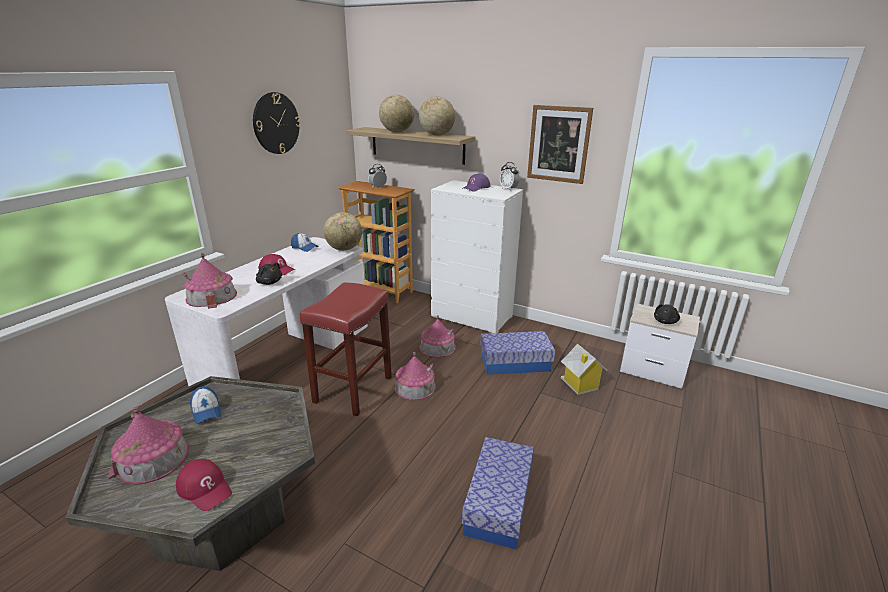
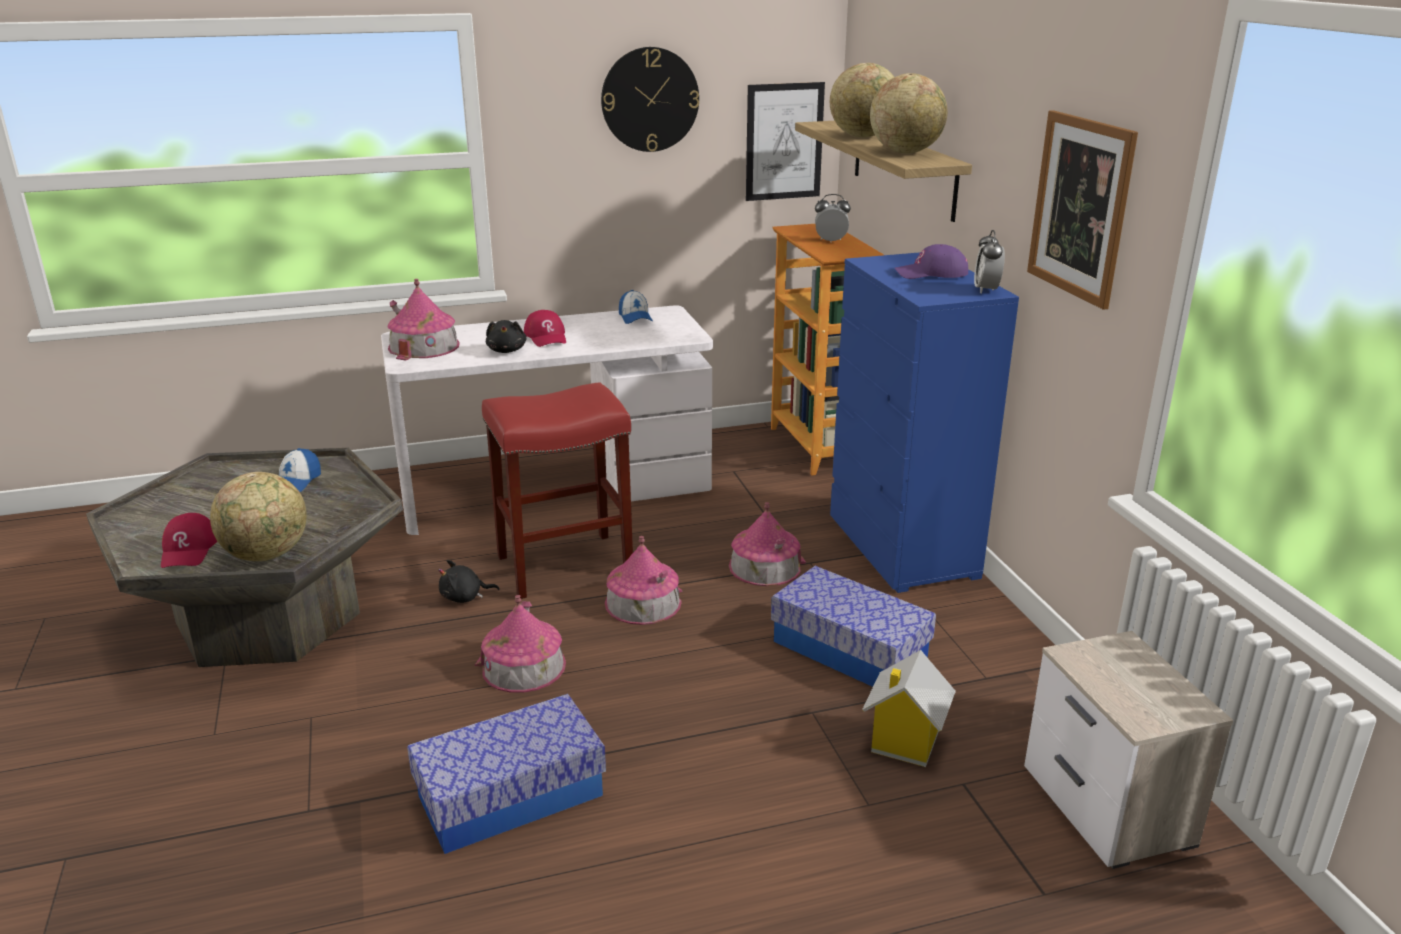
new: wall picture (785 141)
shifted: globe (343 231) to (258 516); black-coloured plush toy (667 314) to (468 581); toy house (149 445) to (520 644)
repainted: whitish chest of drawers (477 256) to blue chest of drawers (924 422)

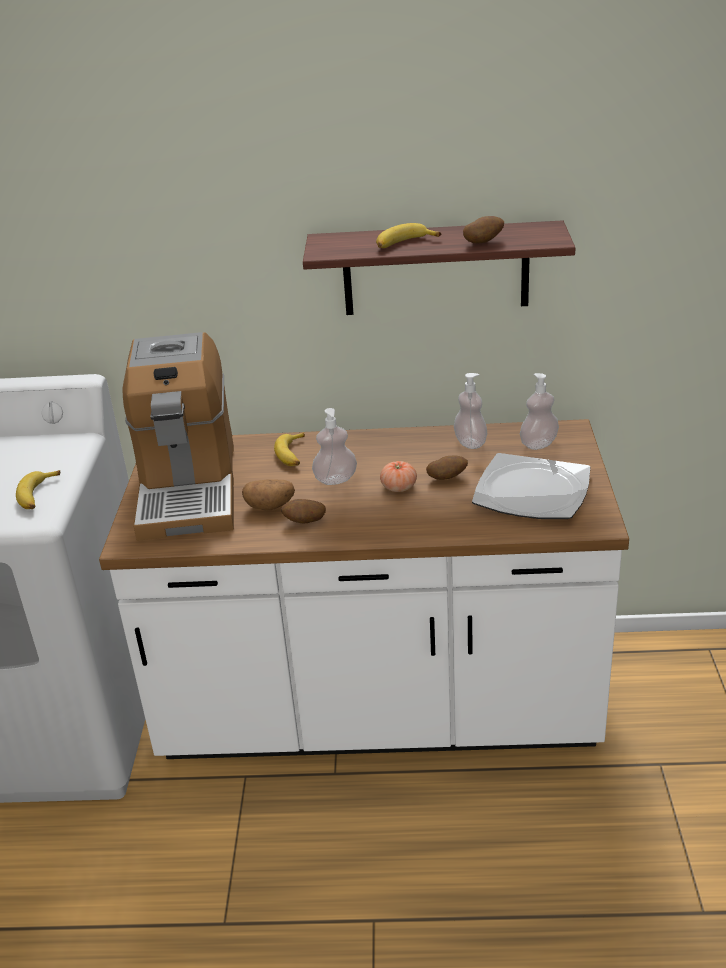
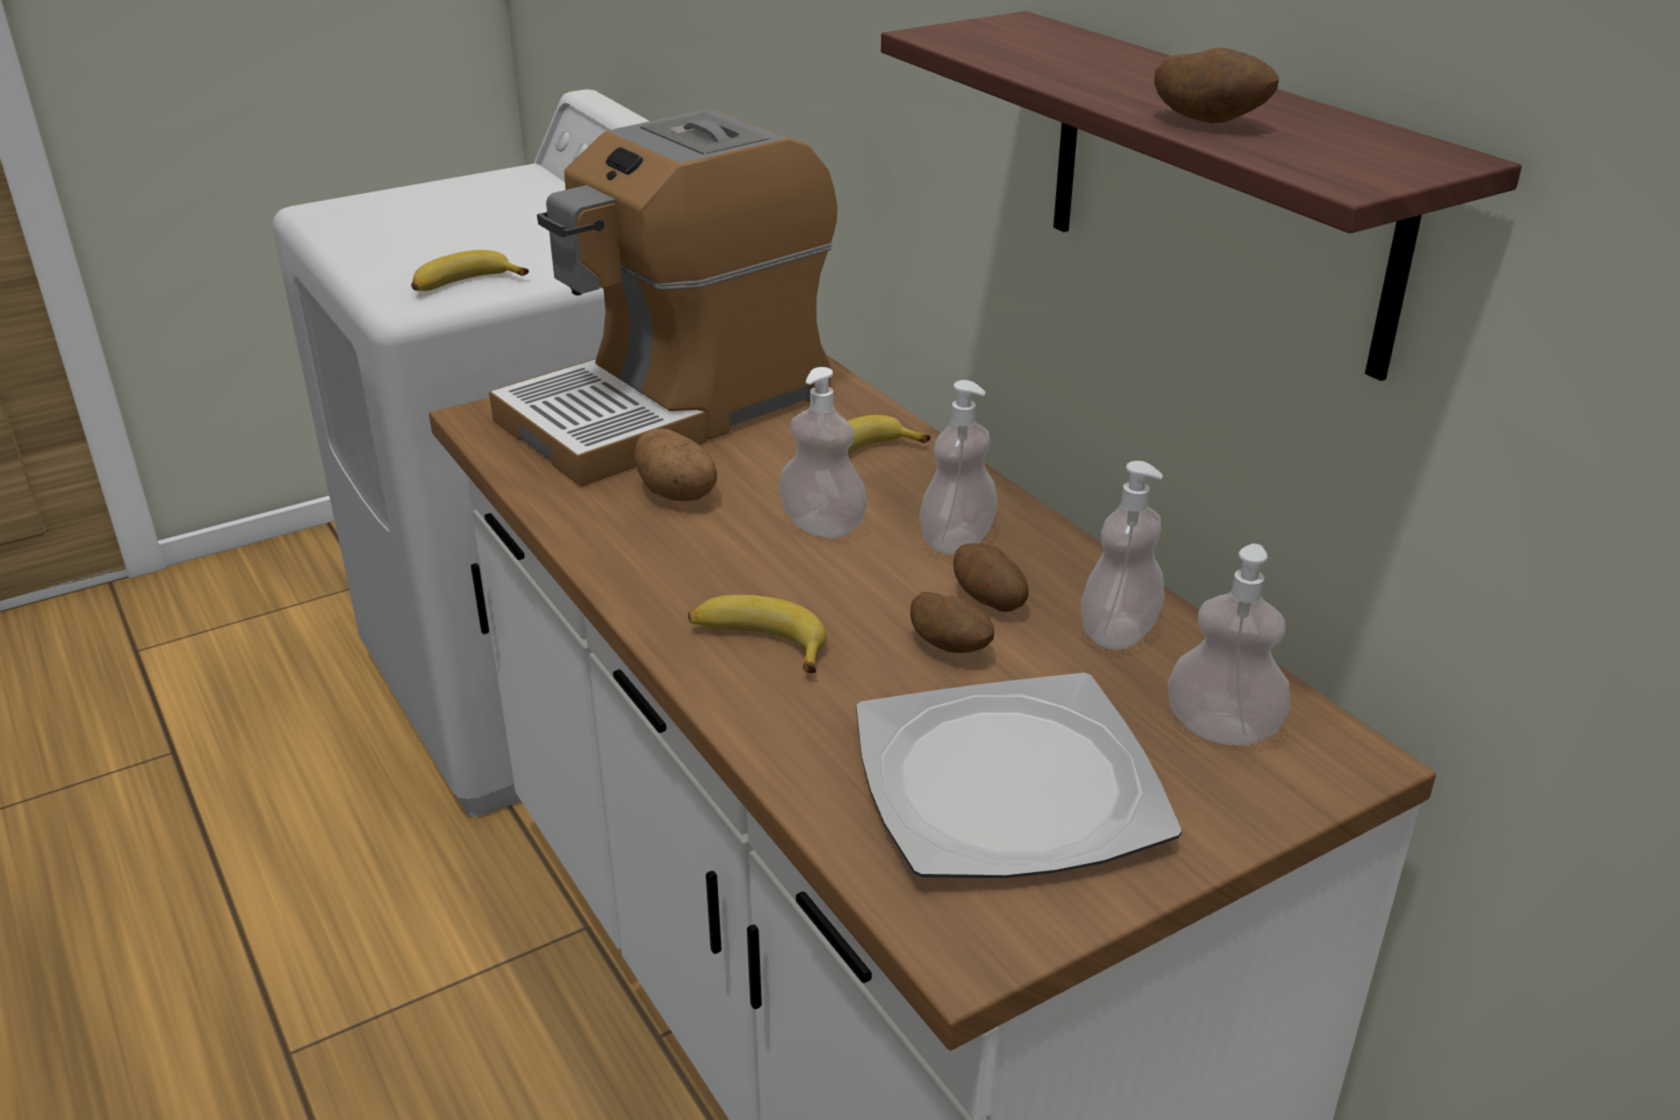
gone: fresh tomato (398 476)
new: liquid soap bottle (958 467)
shifted: banana fruit (408 235) to (757 634); whole potato (303 511) to (991 577)

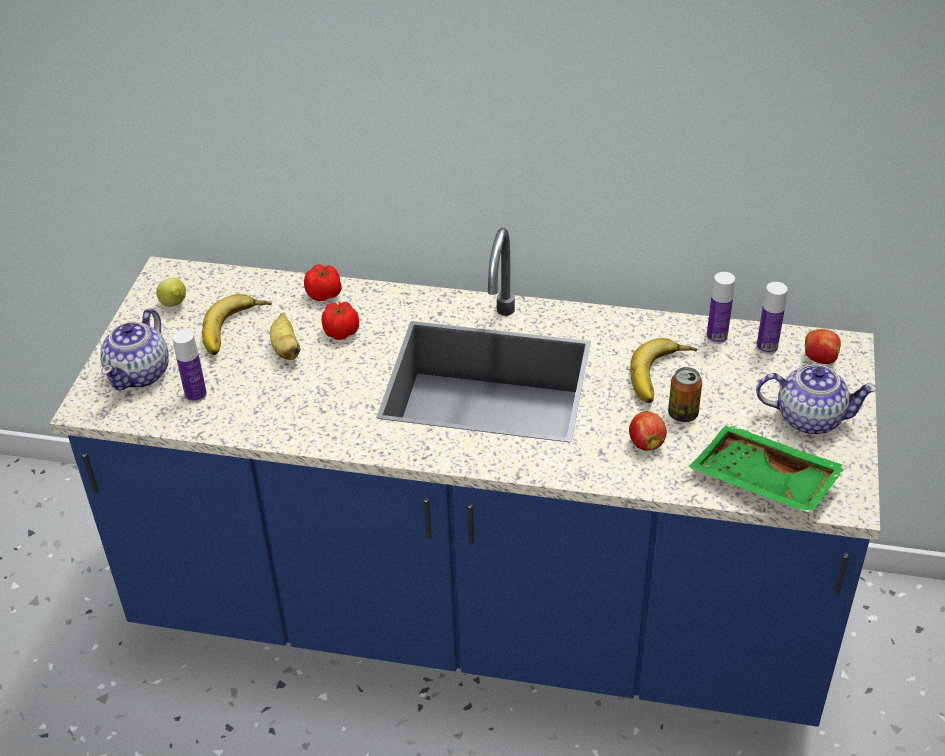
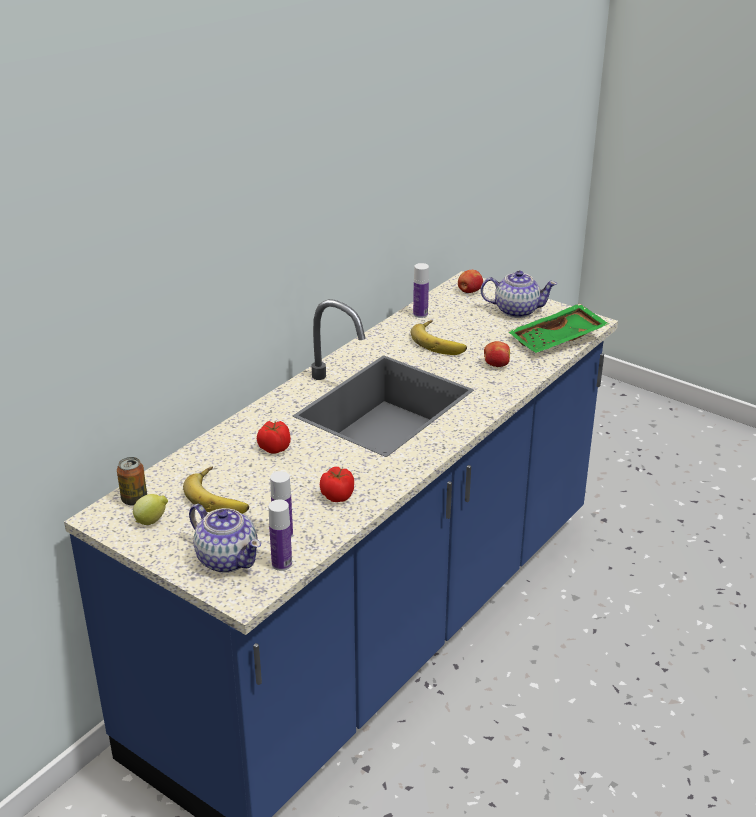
gone: banana fruit (285 336)
shifted: sealed can (685 394) to (132 481); beverage bottle (772 318) to (280 535); fresh tomato (323 283) to (337 484)
rotated: teapot (816 399) = (518 294) 60 degrees clockwise

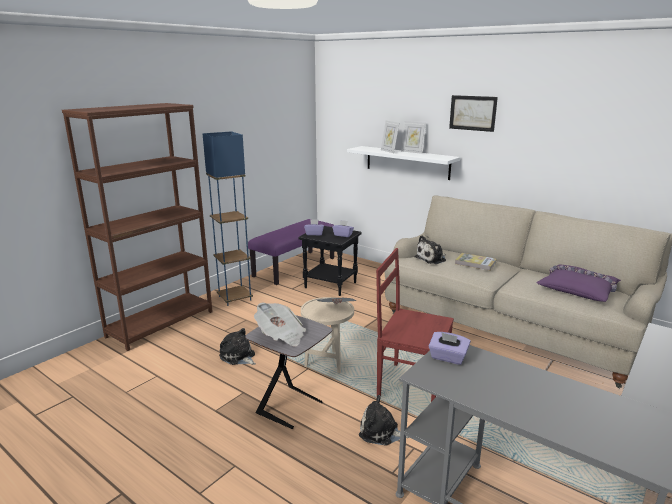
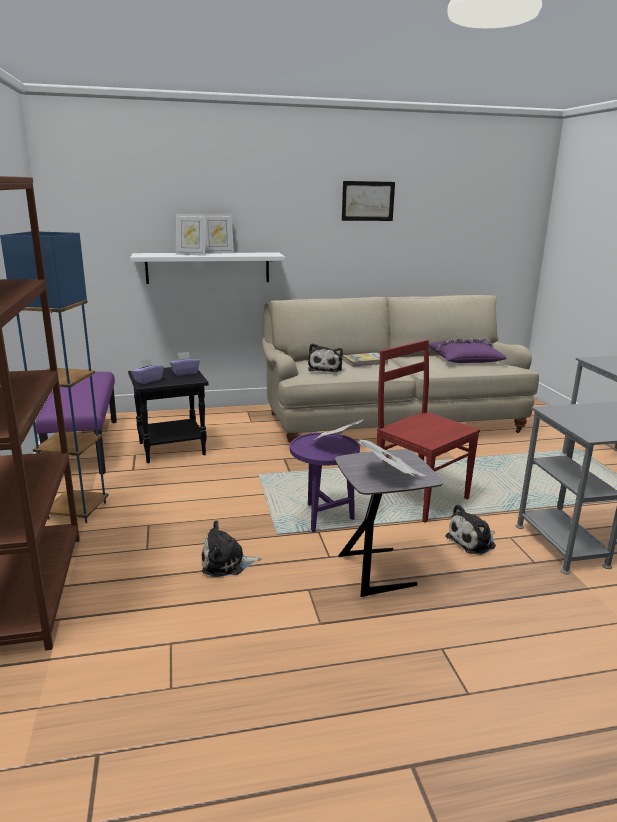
gone: purple tissue box (450 348)
shifted: wall picture (473 113) to (368 201)
repainted: beige side table (327 335) to purple side table (325 482)
rotated: reddish plain chair (415 325) = (428 431) 75 degrees clockwise

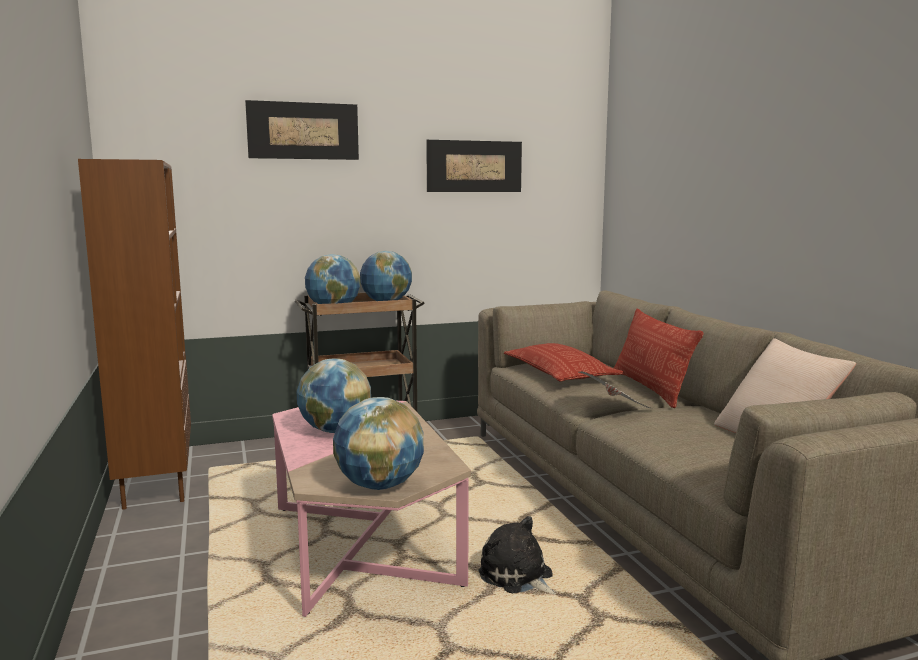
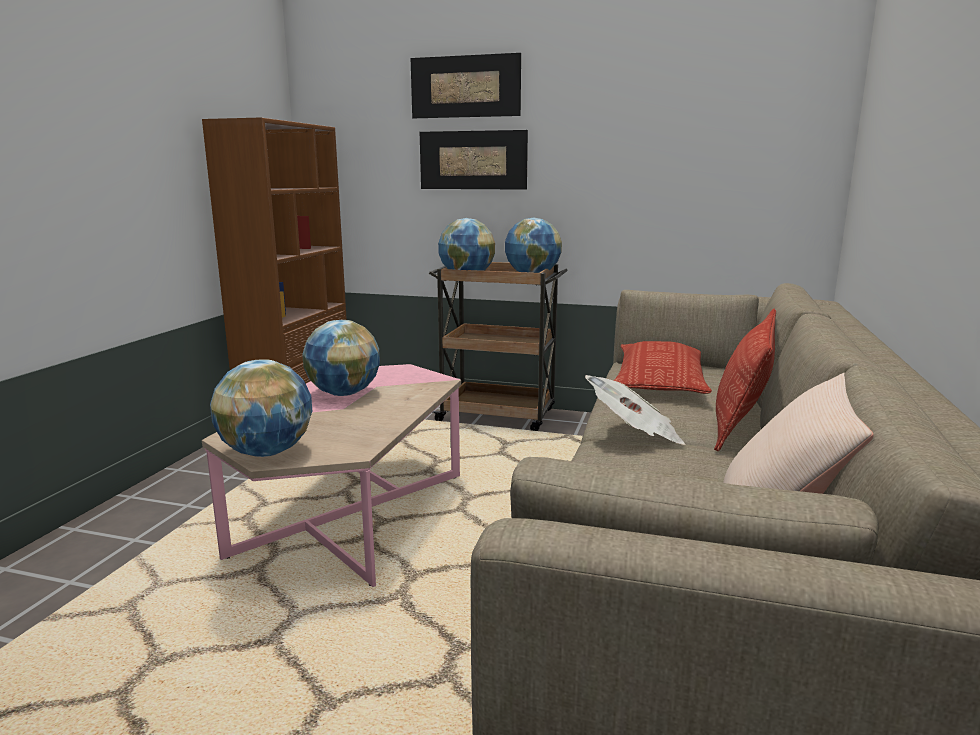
gone: plush toy (517 555)
shifted: wall picture (474 166) to (474 160)

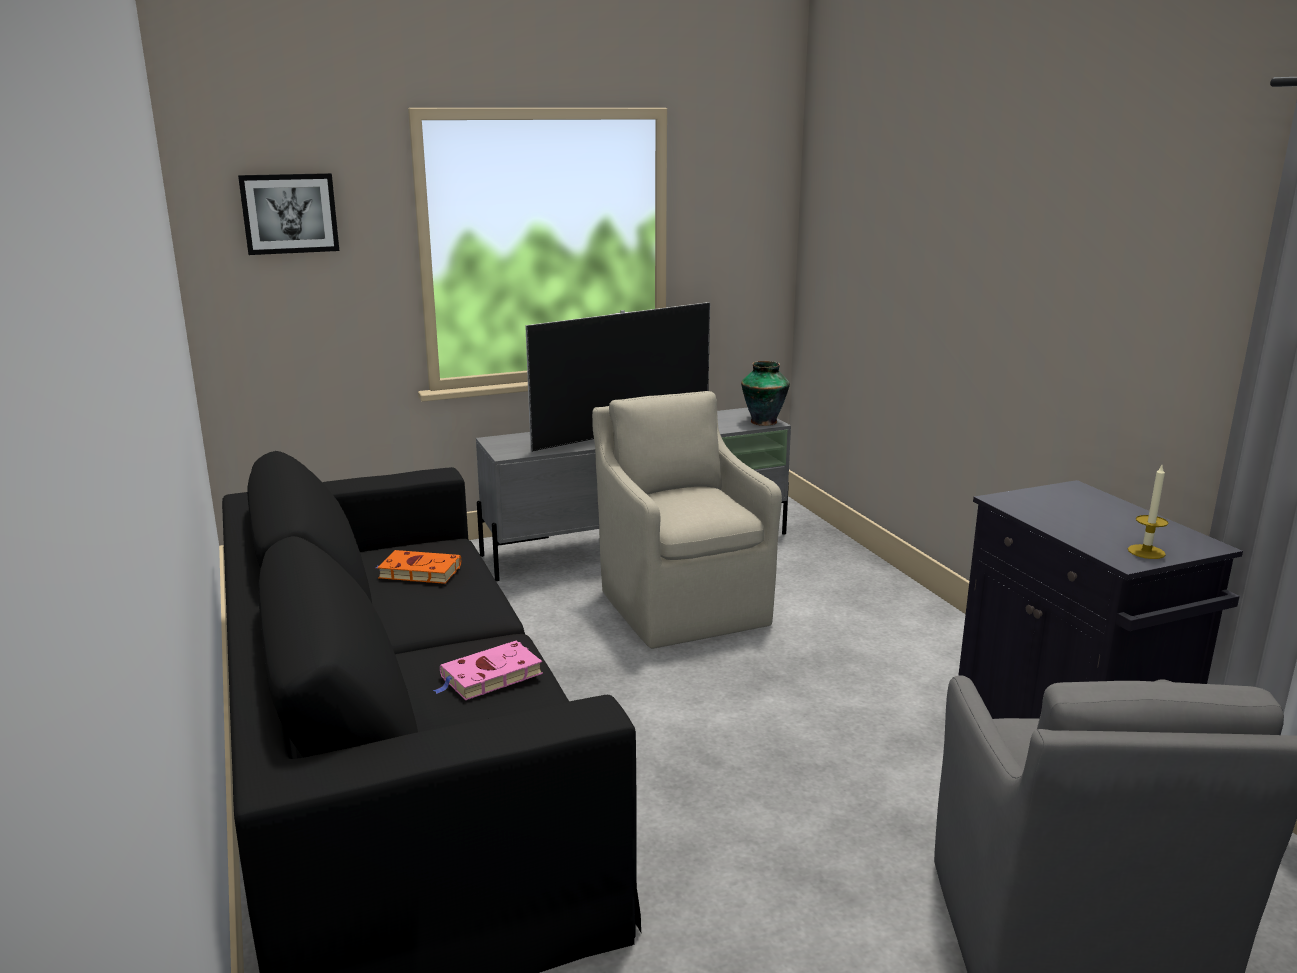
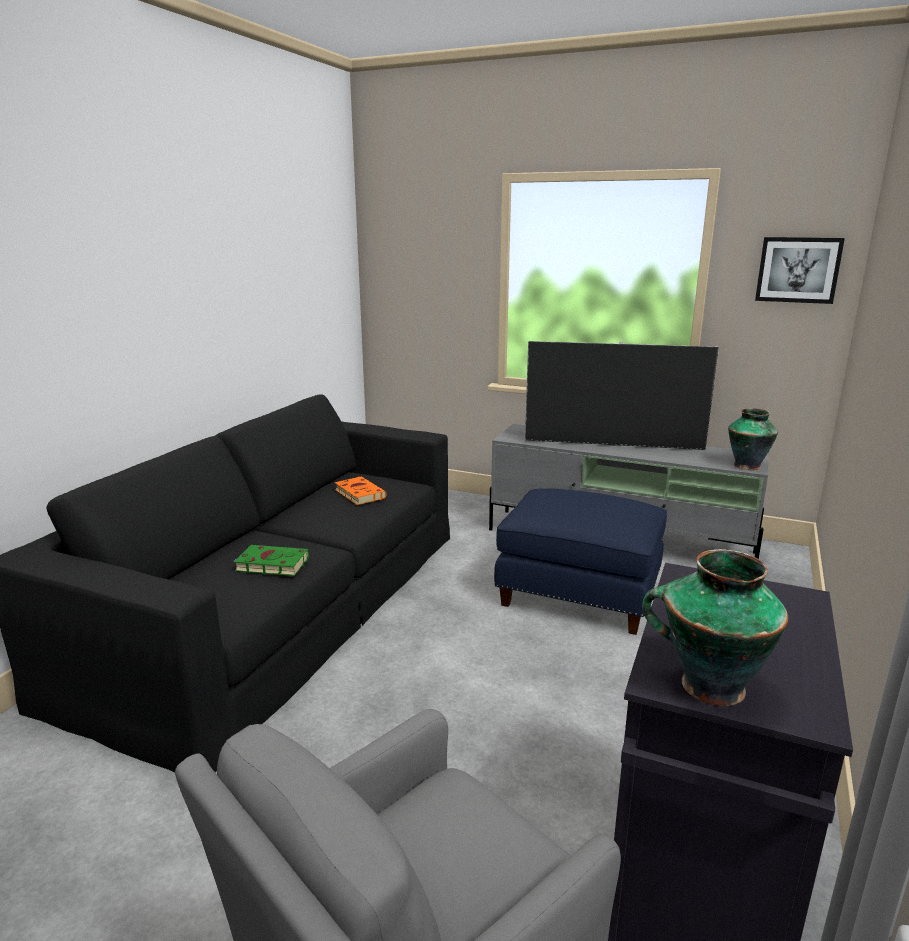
shifted: wall picture (288 214) to (800 270)
swapped: beige lounge chair (687 520) to blue ottoman (580 561); wax candle (1148 512) to flower vase (715 627)
repainted: pink volume (488 670) to green-coloured volume (271 560)

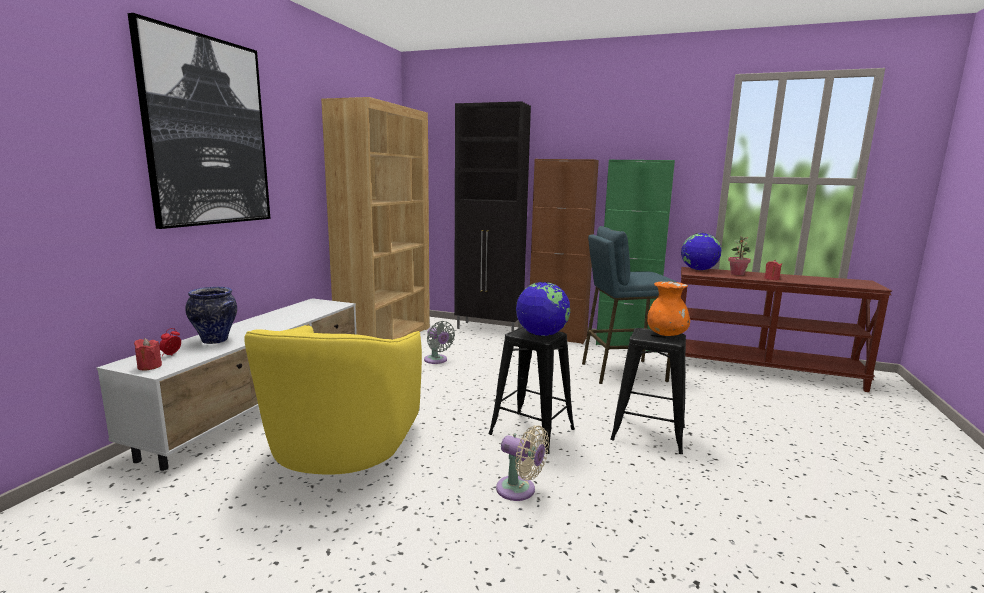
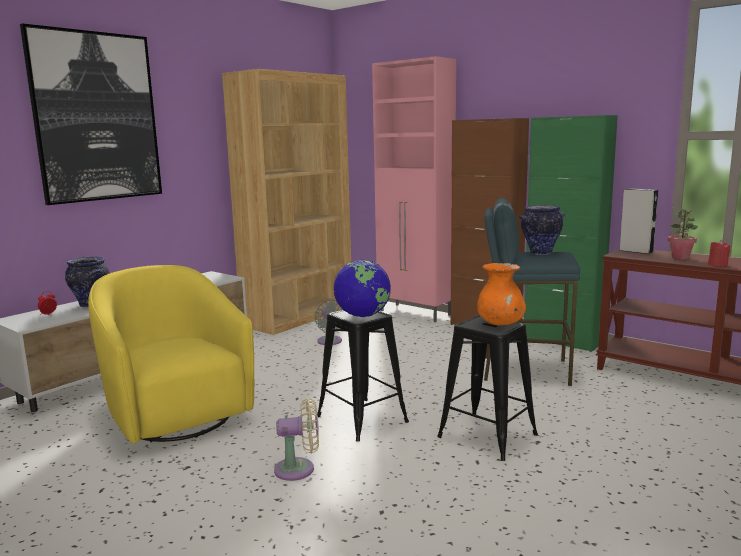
gone: reddish wax candle (148 354)
new: flower vase (542 230)
swapped: globe (701 251) to greyish loudspeaker (638 221)
repainted: black-coloured storage cabinet (492 216) to pink storage cabinet (414 189)
rotated: yellow lounge chair (333 400) = (171 354) 120 degrees clockwise; beige electric fan (522 463) = (296 439) 60 degrees counterclockwise

